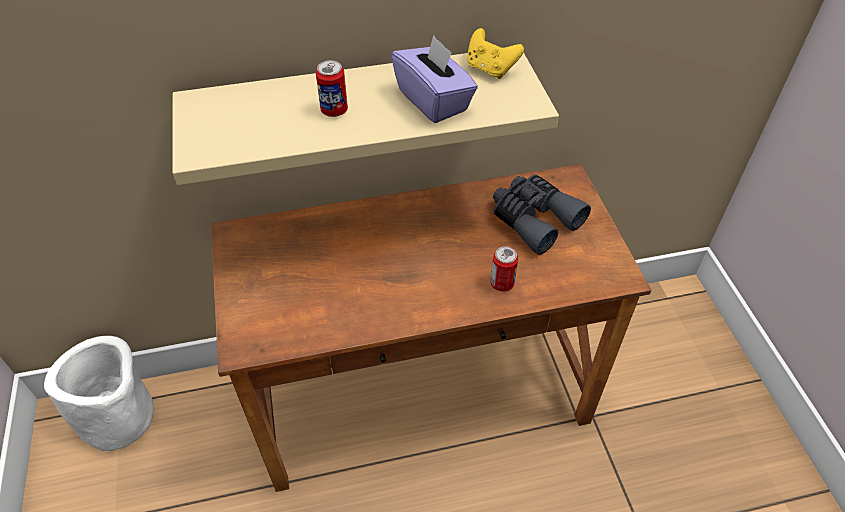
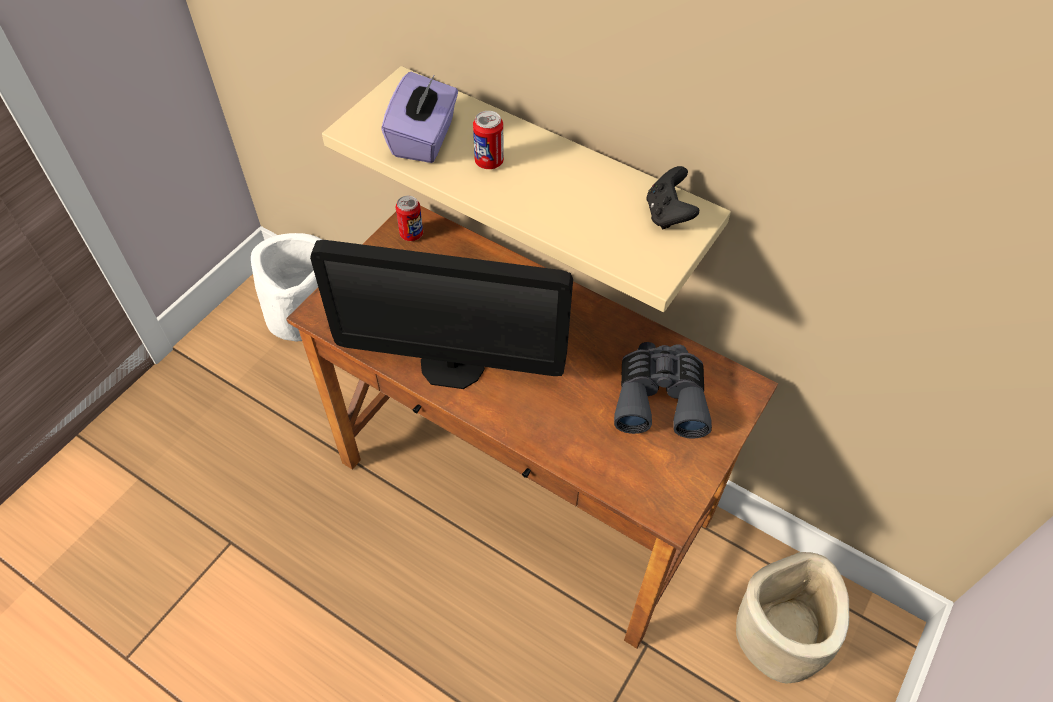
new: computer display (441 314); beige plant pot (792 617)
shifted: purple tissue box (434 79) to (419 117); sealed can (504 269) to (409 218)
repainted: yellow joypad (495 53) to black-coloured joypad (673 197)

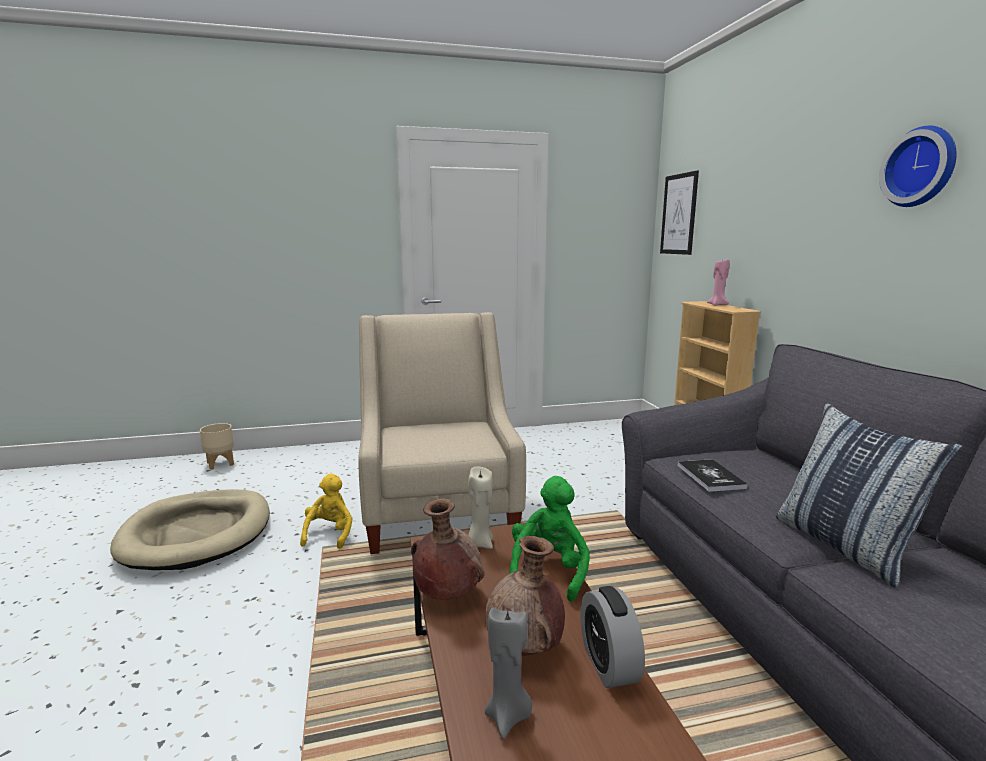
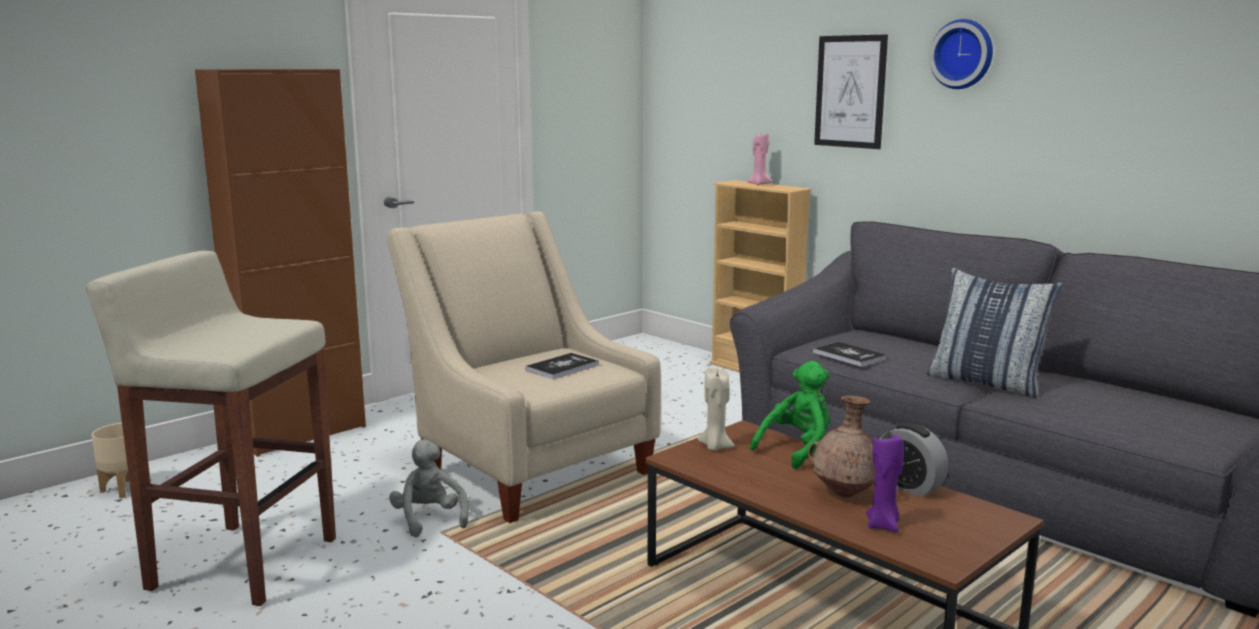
gone: brown-coloured flower vase (448 549)
new: brown-coloured storage cabinet (280 263); volume (562 366)
shifted: wall picture (679 212) to (851 92)
swapped: beige dog cushion (190 529) to beige stool (211 428)
repainted: yellow plush toy (326 511) to greyish plush toy (429 488); greyish wax candle (508 673) to purple wax candle (885 483)
rotated: green-coloured plush toy (549 539) = (790 415) 60 degrees clockwise

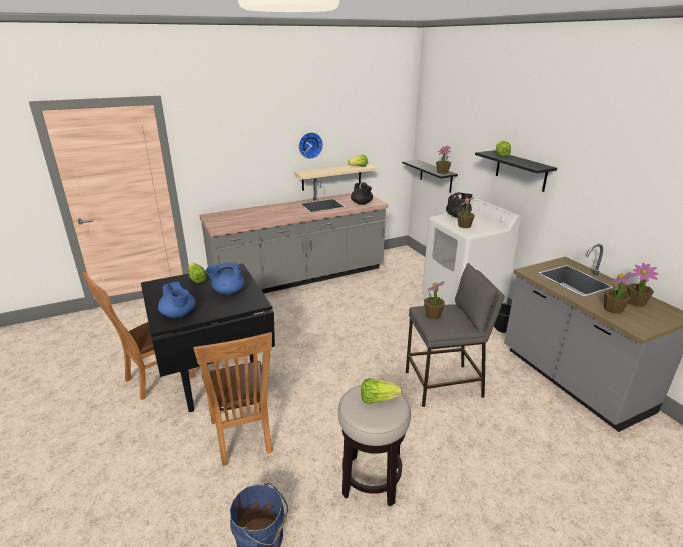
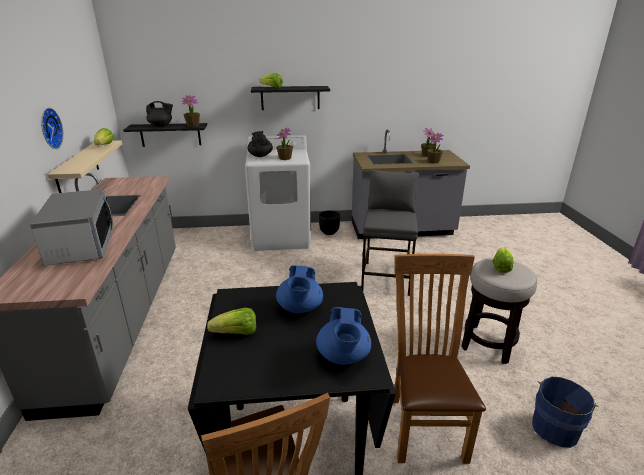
gone: potted plant (434 300)
new: microwave (72 227)
shifted: black-coloured teapot (362 193) to (159 114)
rotated: blue teapot (177 300) = (343 336) 105 degrees clockwise; brown-coloured plain chair (232 399) = (439 359) 90 degrees counterclockwise

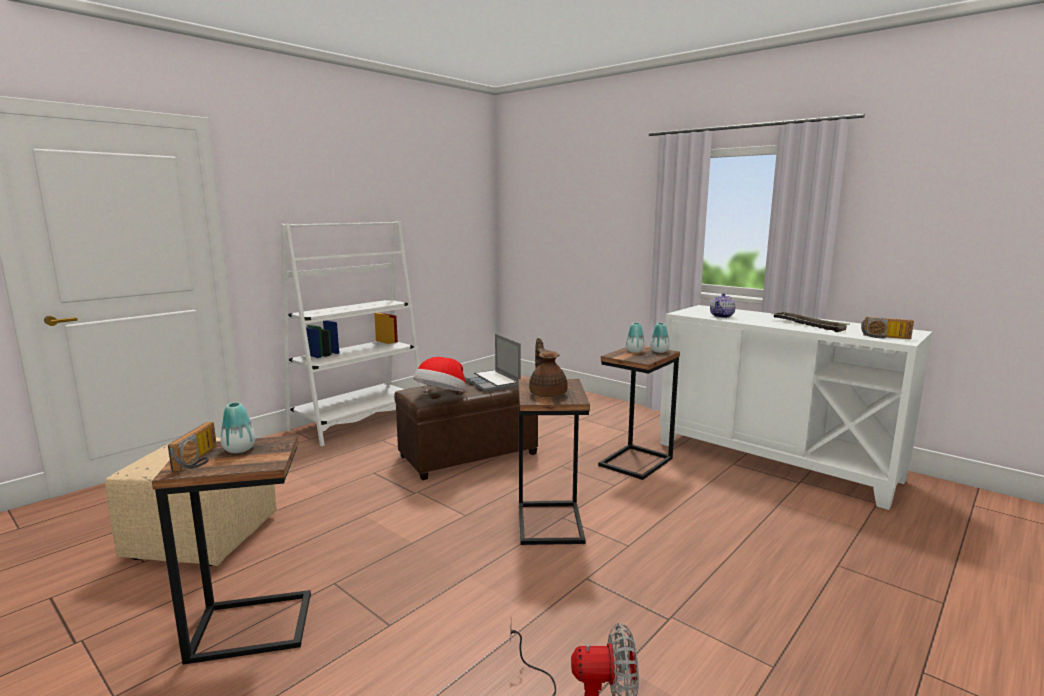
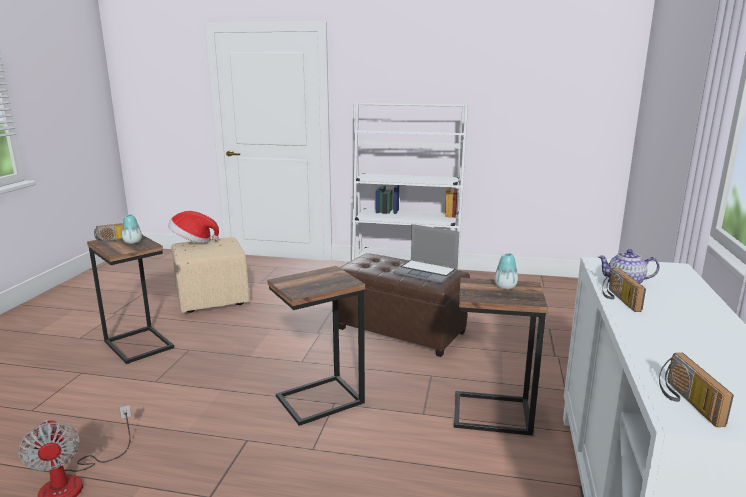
gone: brown-coloured teapot (548 367); flower vase (660 338); carrying tray (811 322)
new: radio (624 290)
shifted: wearable hat (440 374) to (193 227)
rotated: laptop (492 363) = (426 254) 90 degrees counterclockwise

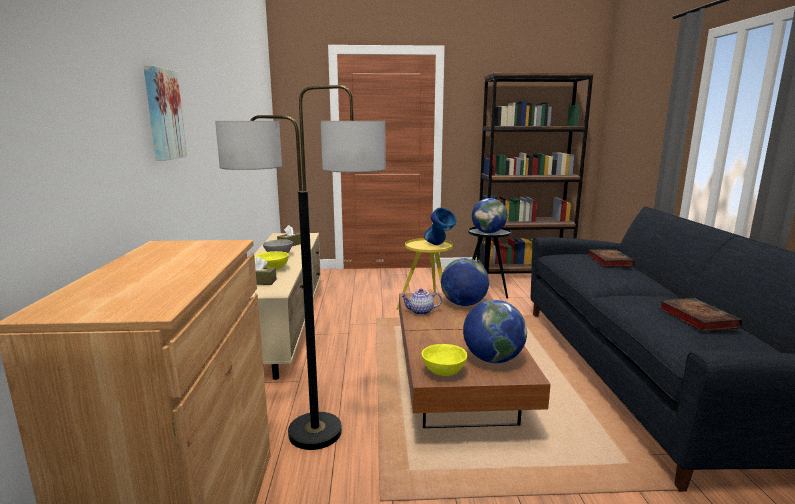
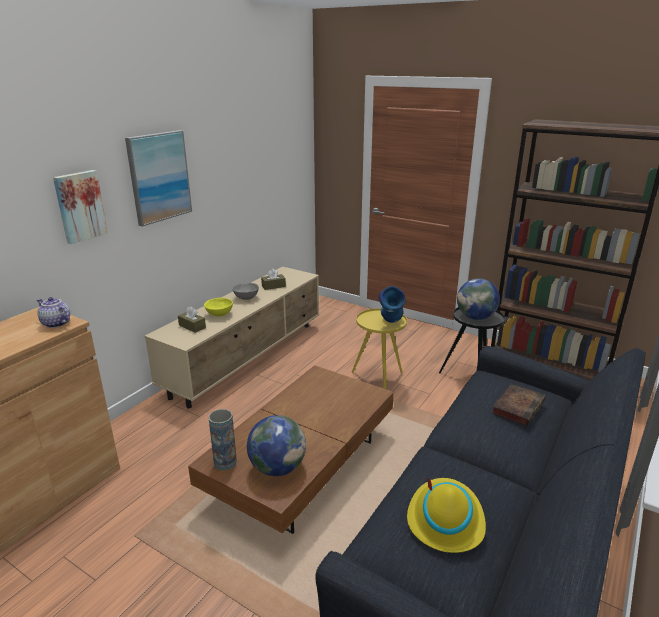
gone: standing lamp (300 267); globe (465 282)
new: wall picture (158 178)
shifted: teapot (421 302) to (53 312)
swapped: yellow serving bowl (444 360) to flower vase (222 439); volume (700 315) to yellow wearable hat (446 515)

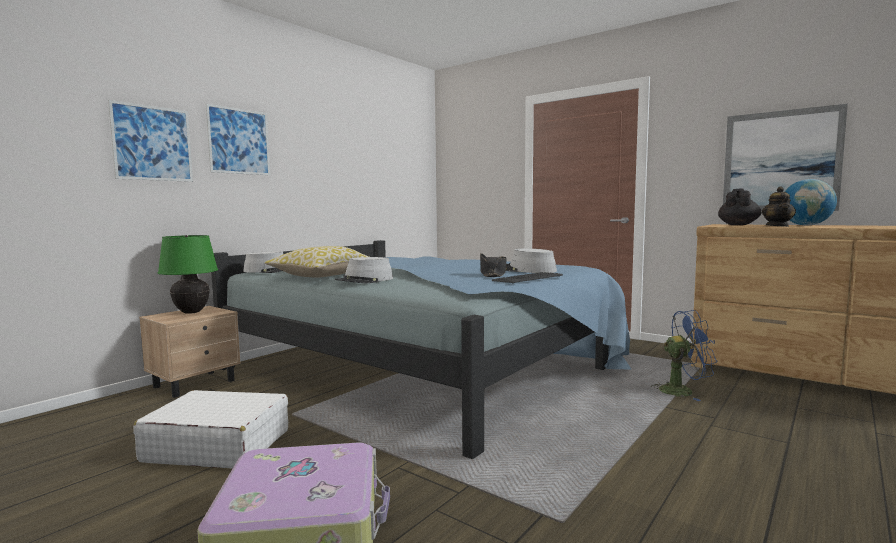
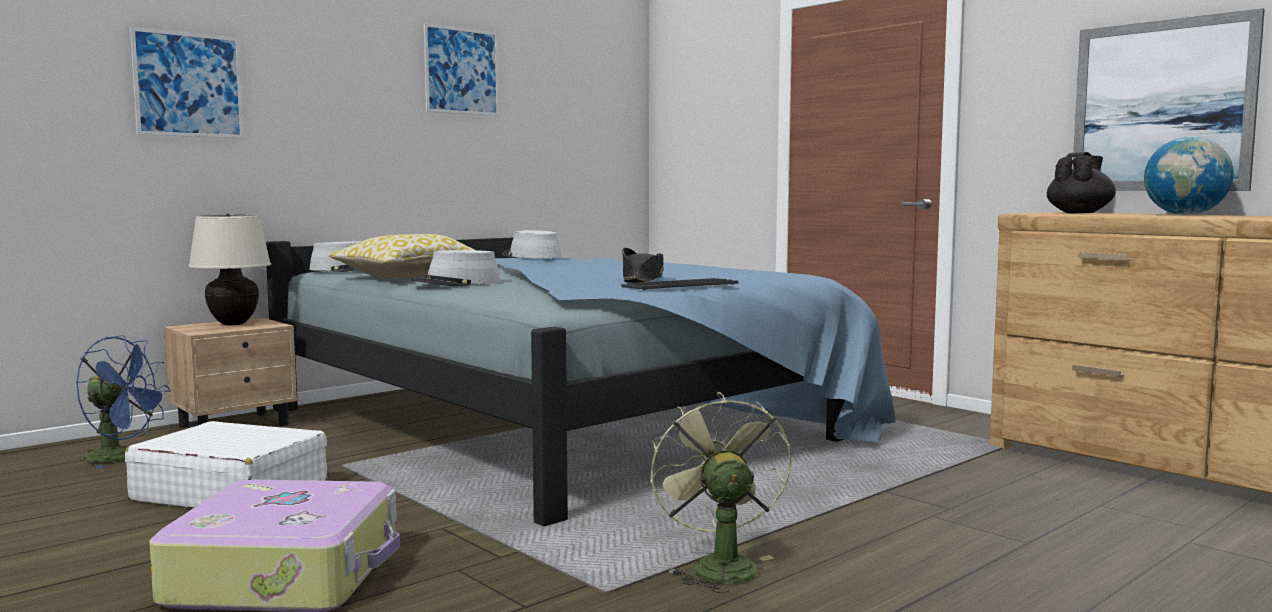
gone: teapot (779 207)
new: green-coloured electric fan (720 492)
shifted: blue electric fan (684 355) to (123 402); wall picture (238 139) to (461 69); greyish wearable hat (531 260) to (532 244)
repainted: green-coloured lamp for a table (188 274) to beige lamp for a table (229 269)

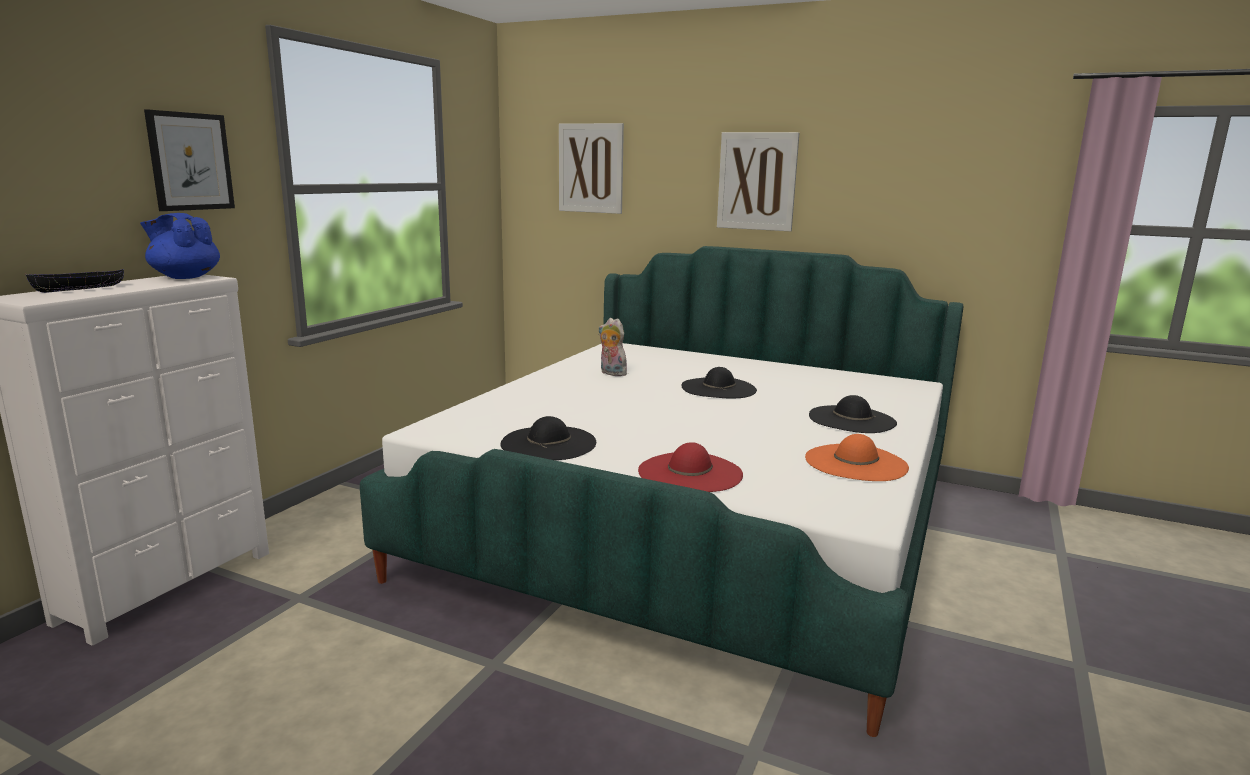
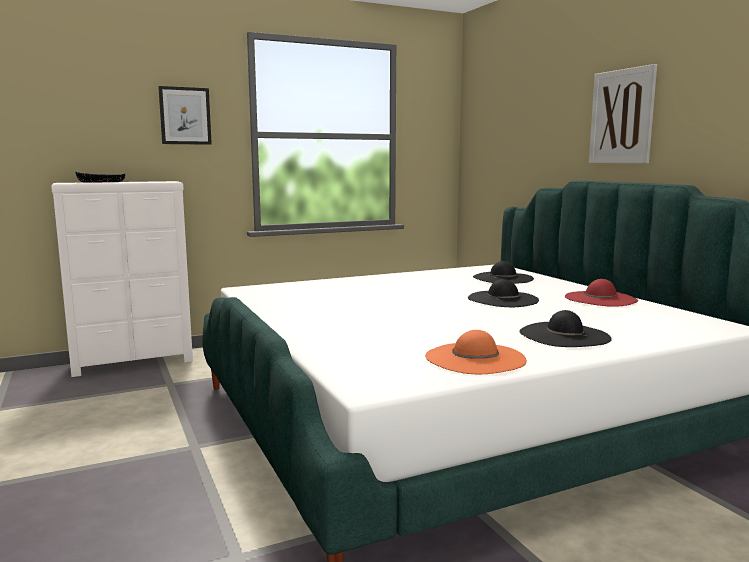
gone: blue teapot (180 246); wall picture (591 168); plush toy (613 347)
shifted: black-coloured wearable hat (548 438) to (503 272); reddish wearable hat (690 467) to (601 293)

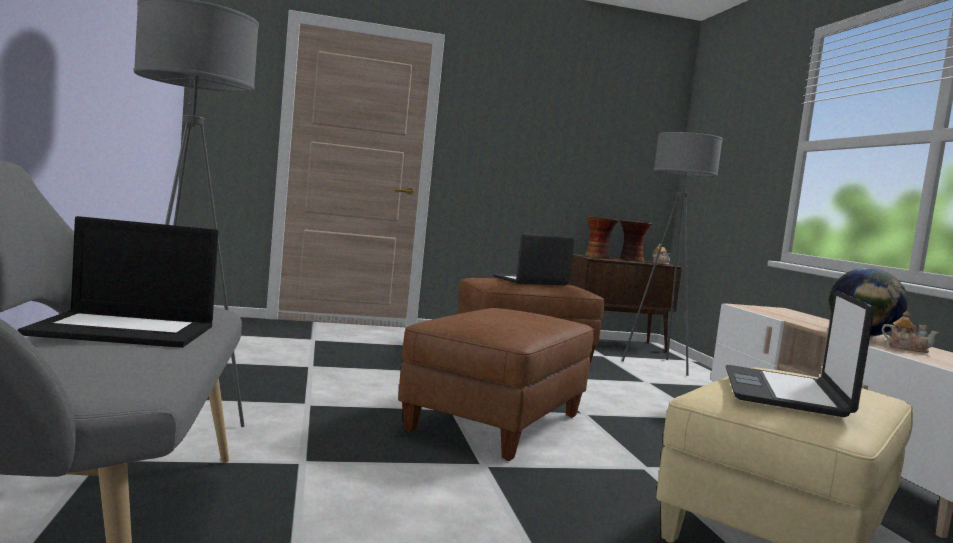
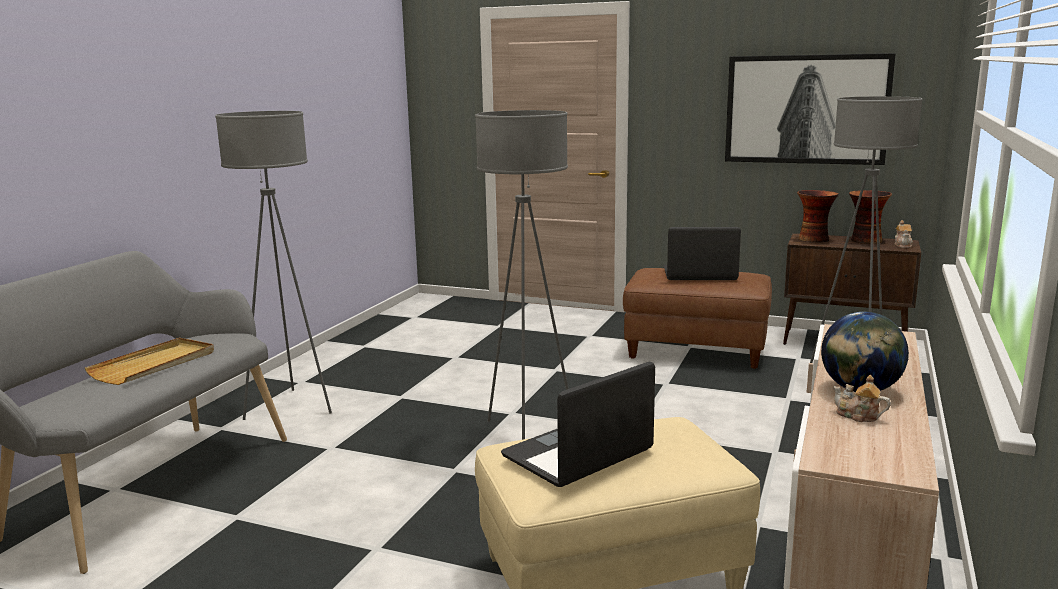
new: wall picture (810 109)
swapped: laptop (118 282) to beige carrying tray (149 361); brown-coloured ottoman (496 384) to greyish standing lamp (522 275)
rotated: teapot (911 332) = (862 398) 150 degrees clockwise

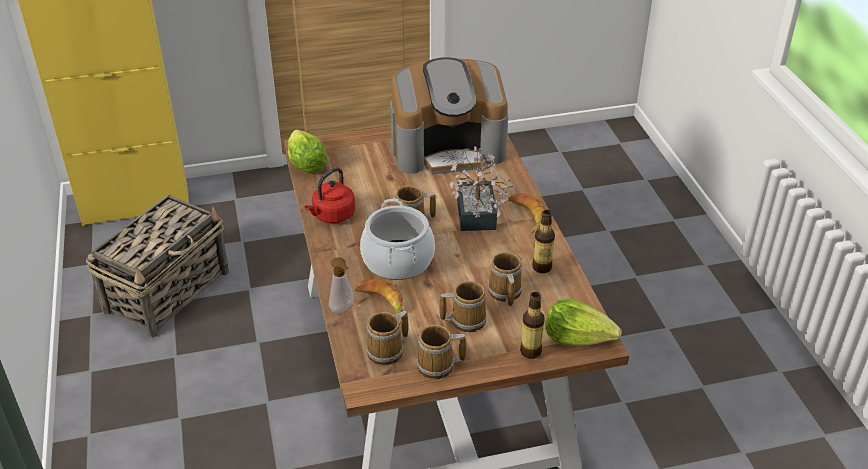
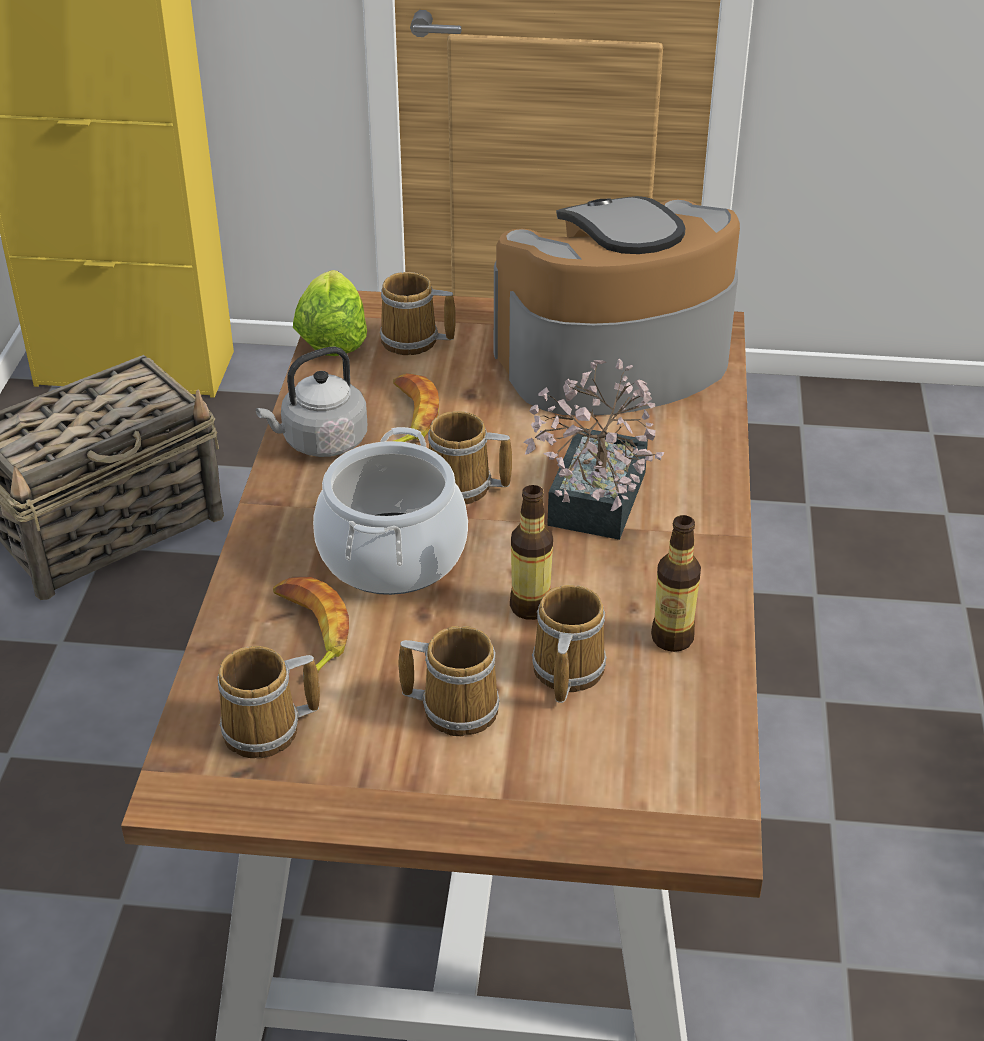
gone: liquid soap bottle (341 285); head of lettuce (583 322)
shifted: mug (441 352) to (418 313); banana fruit (526 213) to (416 407); beverage bottle (532 325) to (531 552)
repainted: reddish kettle (330 195) to greyish kettle (311 402)
rotated: coffee machine (449 115) = (617 305) 150 degrees clockwise

